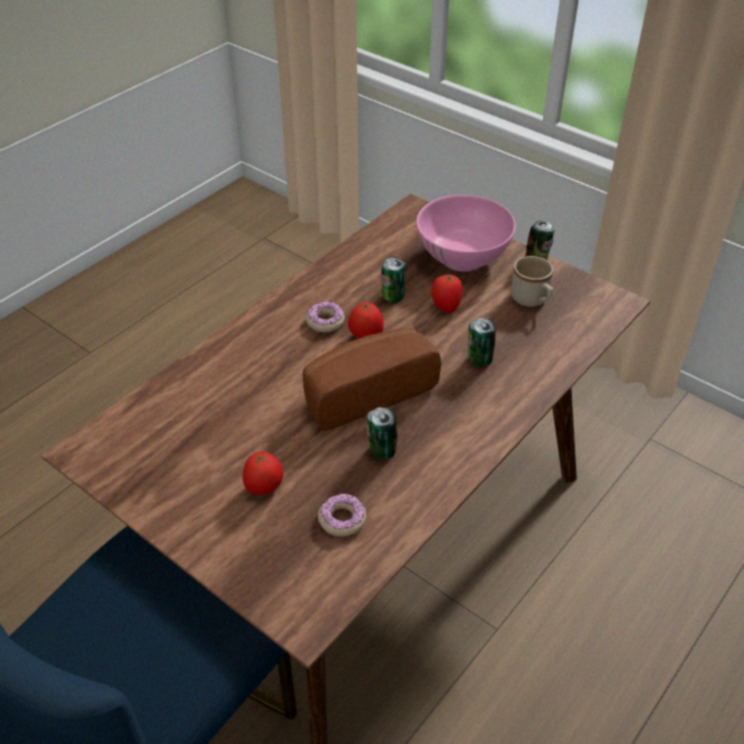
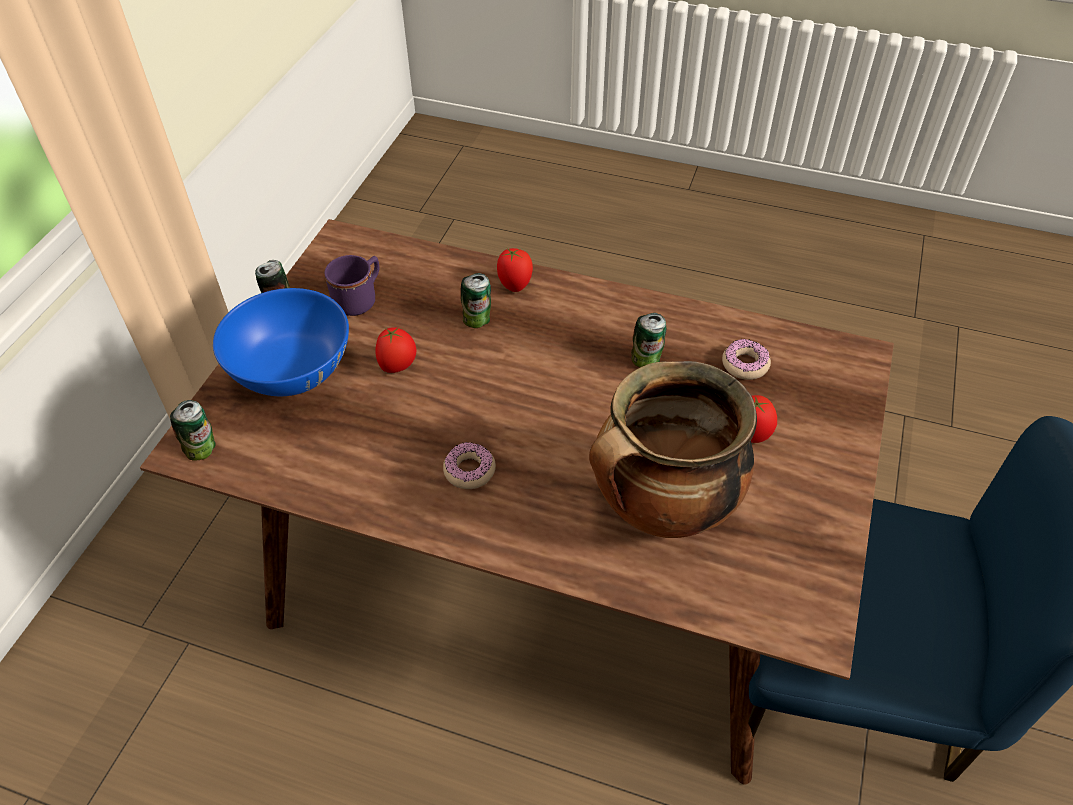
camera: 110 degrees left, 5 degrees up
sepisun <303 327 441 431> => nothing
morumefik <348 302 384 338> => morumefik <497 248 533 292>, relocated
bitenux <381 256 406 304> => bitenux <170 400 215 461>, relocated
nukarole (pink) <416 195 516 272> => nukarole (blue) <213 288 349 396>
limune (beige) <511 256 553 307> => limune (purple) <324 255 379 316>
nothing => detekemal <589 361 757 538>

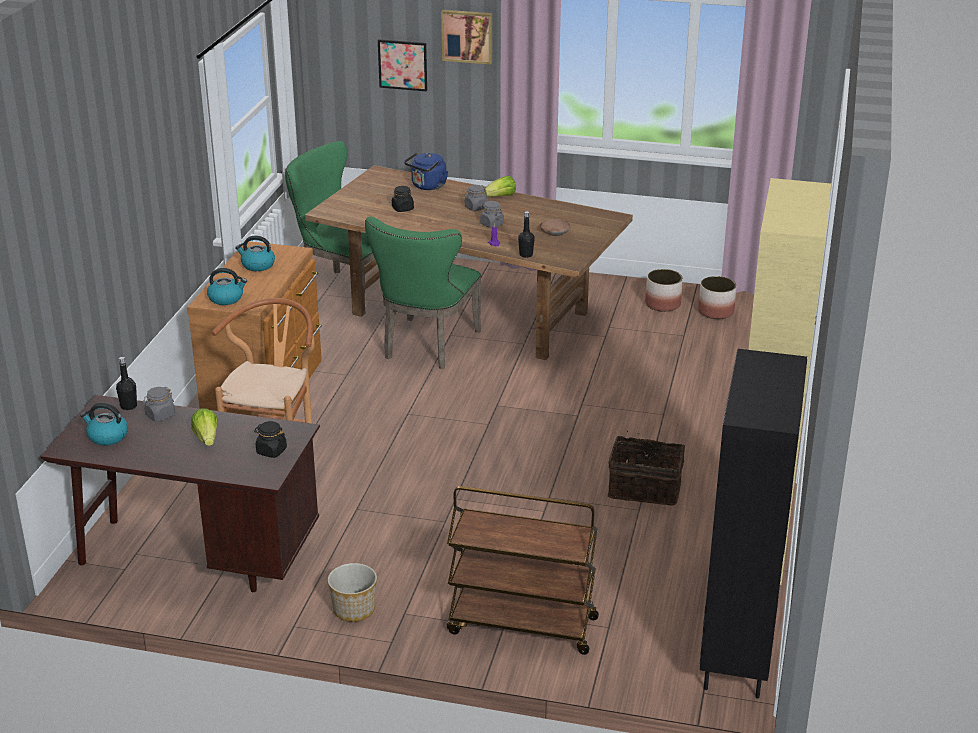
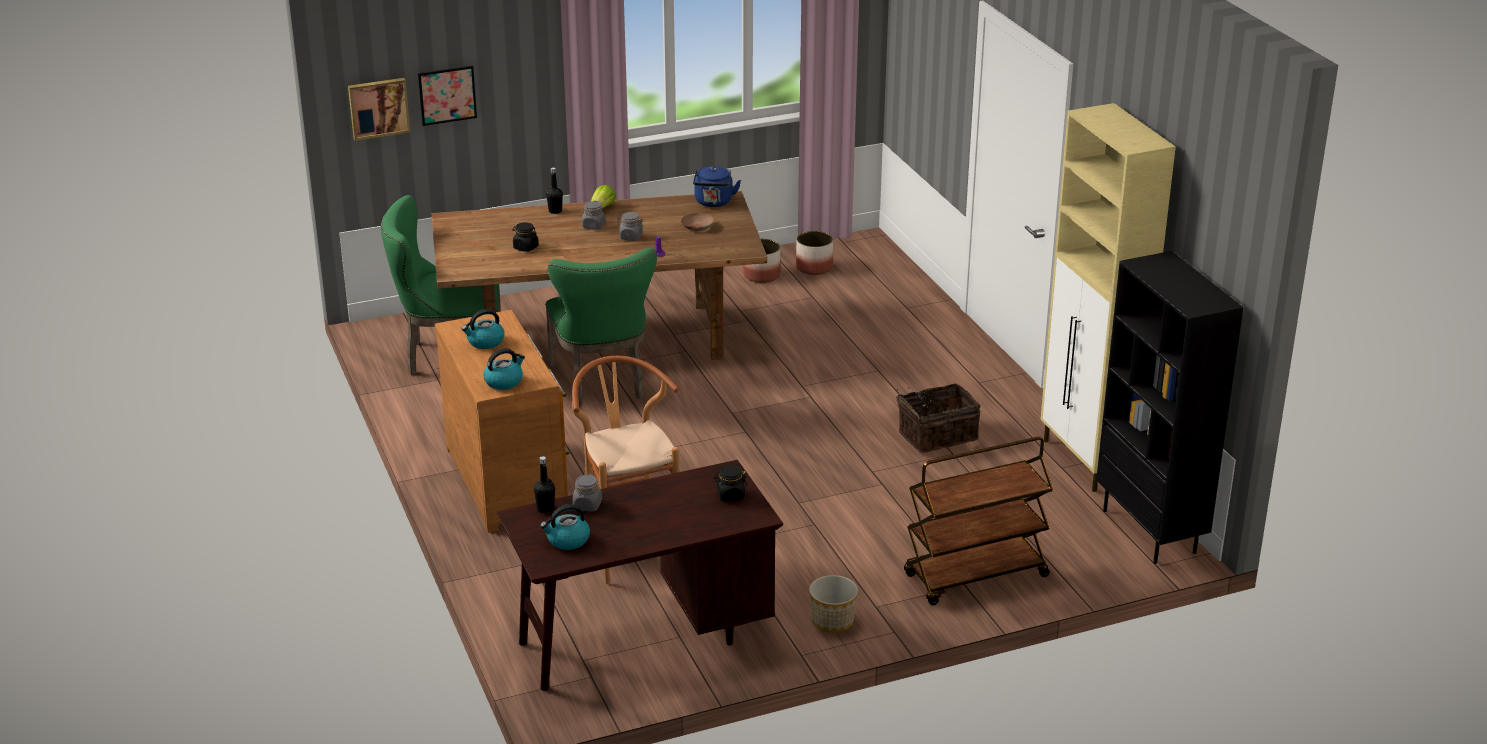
camera: 35 degrees left, 0 degrees up
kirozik <191 408 218 446> => nothing
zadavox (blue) <404 152 448 190> => zadavox (blue) <693 166 741 207>, relocated
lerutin <441 10 492 65> => lerutin <348 78 410 141>, relocated
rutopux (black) <518 211 535 258> => rutopux (black) <546 167 563 214>, relocated

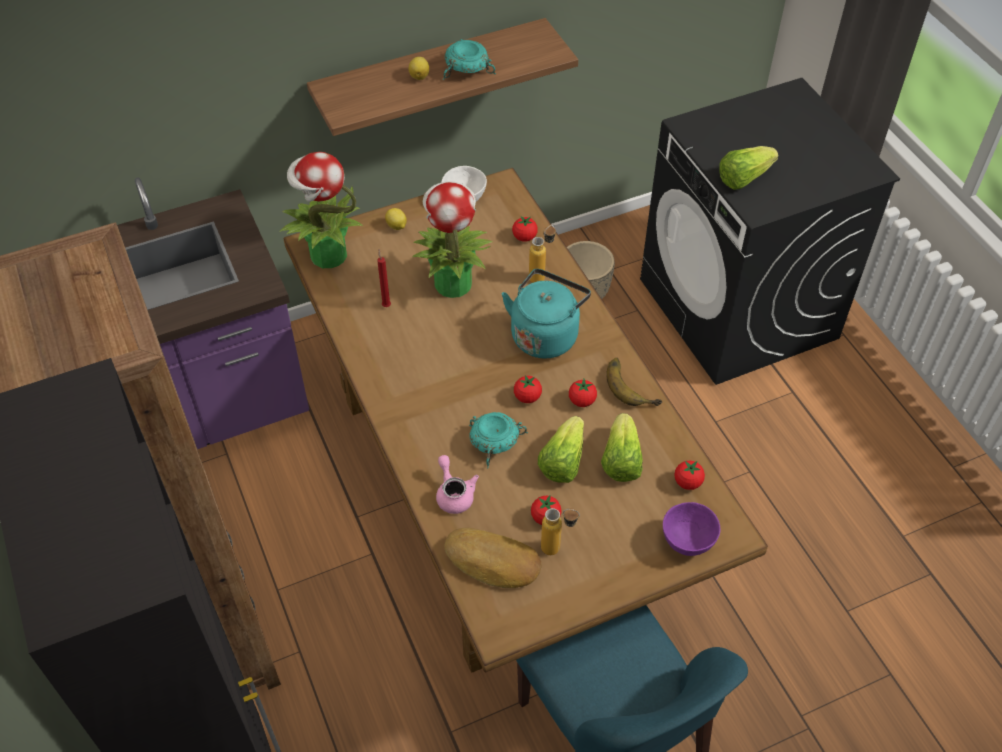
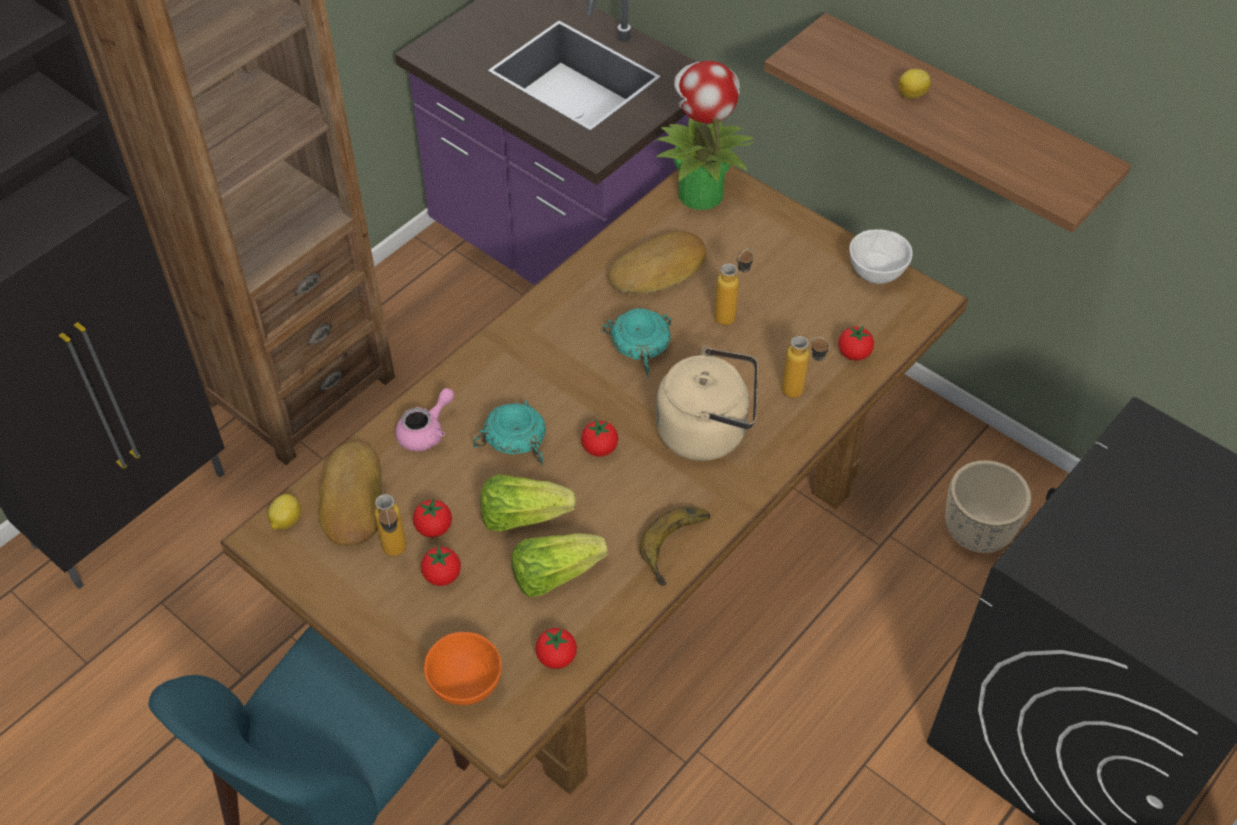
camera: 65 degrees right, 0 degrees up
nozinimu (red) <377 249 391 307> => sepisun <608 231 706 294>
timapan <385 208 407 230> => timapan <267 494 301 529>, relocated
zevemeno <412 181 493 298> => rutopux <714 248 753 325>
nukarole (turquoise) <443 39 496 80> => nukarole (turquoise) <602 308 672 377>, relocated
zadavox (turquoise) <502 269 591 359> => zadavox (beige) <656 346 758 461>
morumefik <569 379 597 407> => morumefik <421 546 461 586>, relocated
nukarole (purple) <663 502 720 556> => nukarole (orange) <424 632 501 705>
kirozik <719 146 778 190> => nothing

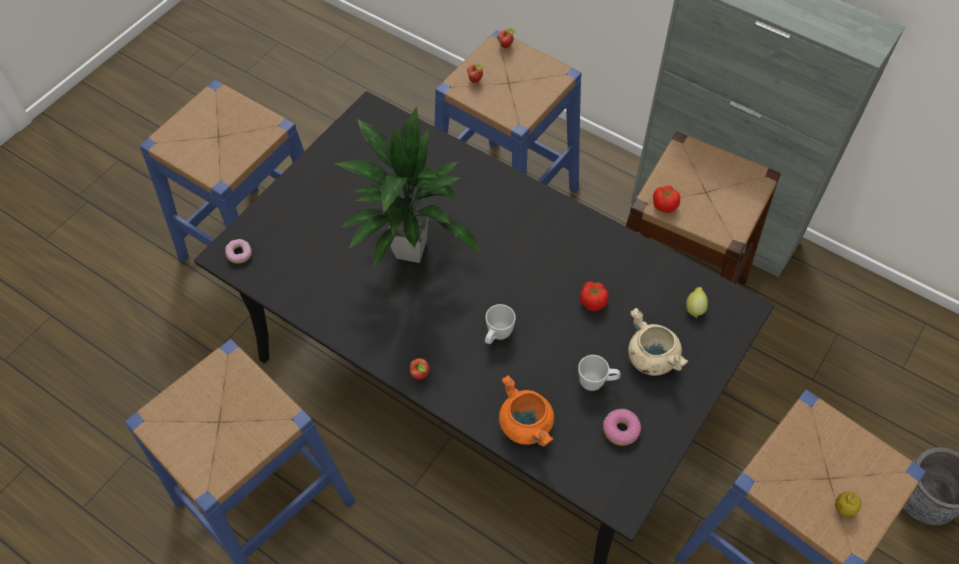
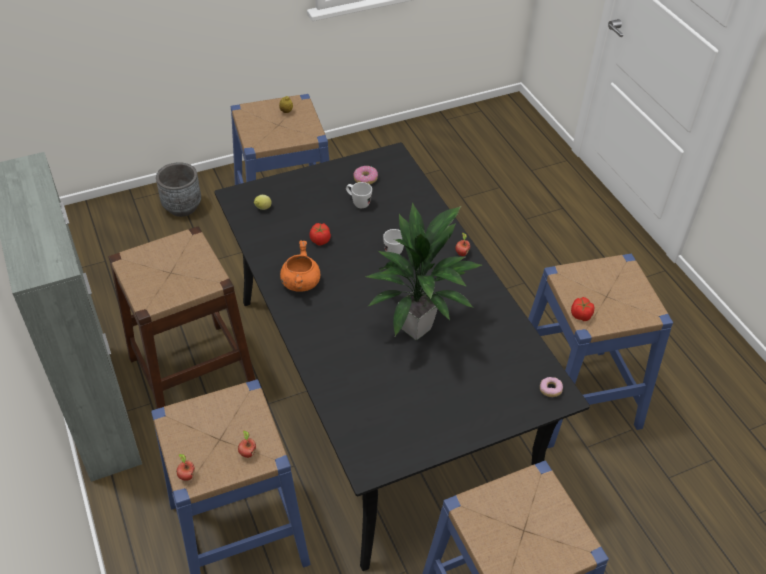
camera: 150 degrees left, 10 degrees down
detekemal (orange) <499 375 554 446> => detekemal (orange) <280 241 320 292>, relocated
detekemal (beige) <628 308 688 376> => nothing
morumefik <653 186 680 213> => morumefik <571 297 594 321>, relocated

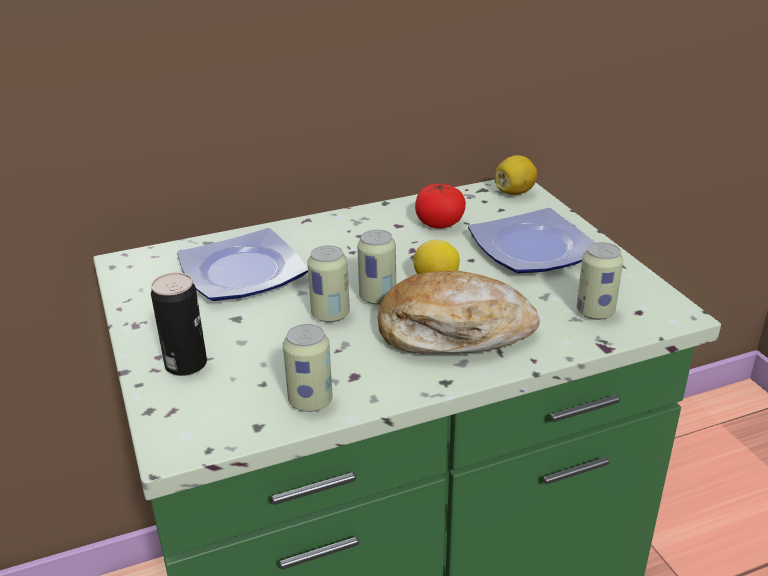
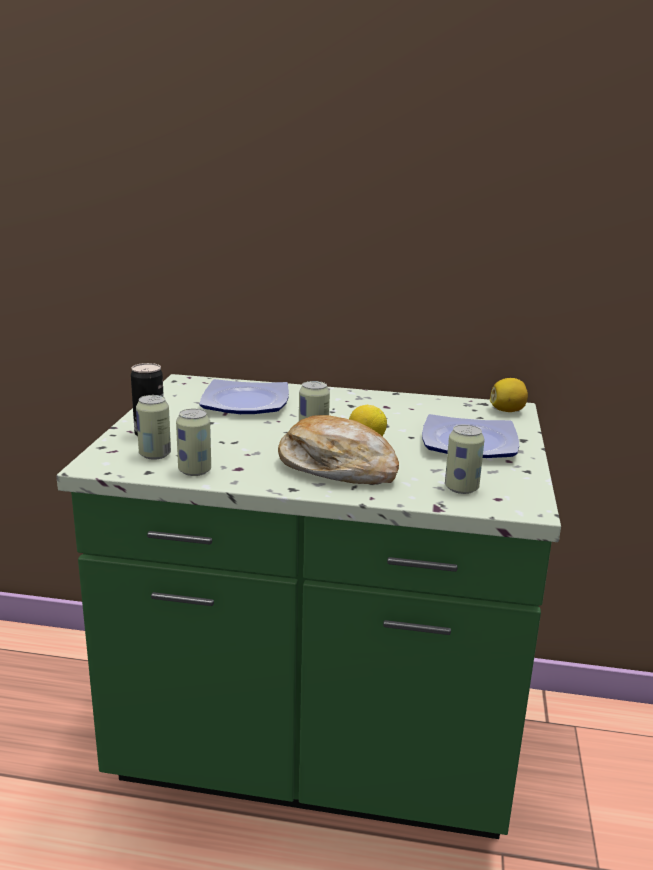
camera: 30 degrees right, 10 degrees down
bitenux <307 245 350 322> => bitenux <136 395 171 460>, relocated
morumefik <415 183 466 228> => nothing

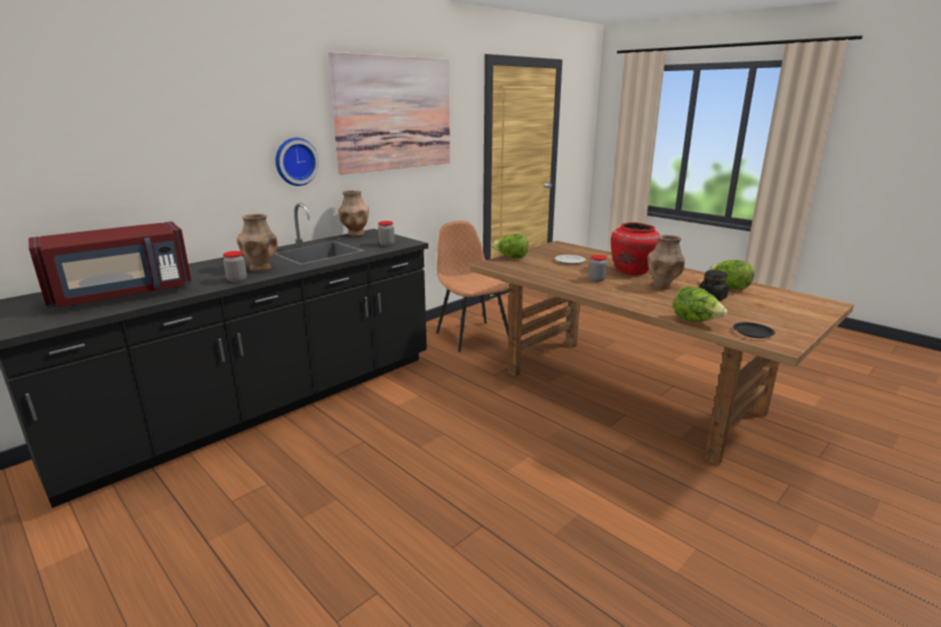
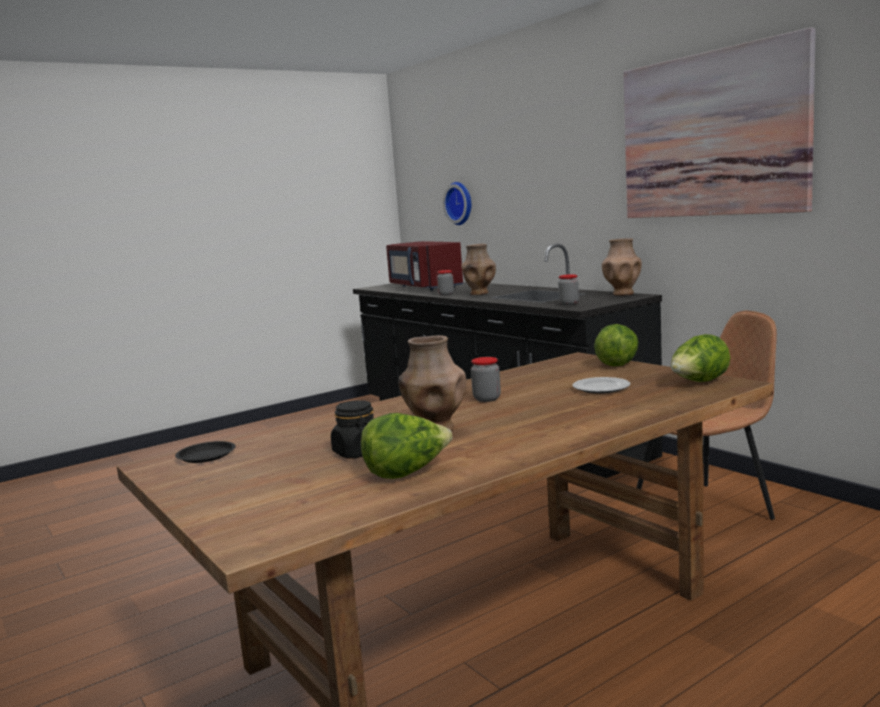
camera: 100 degrees right, 10 degrees down
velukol <275 138 319 186> => velukol <443 182 471 225>, relocated
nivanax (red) <611 222 660 275> => nothing
kirozik <673 286 727 322> => kirozik <671 334 730 382>, relocated

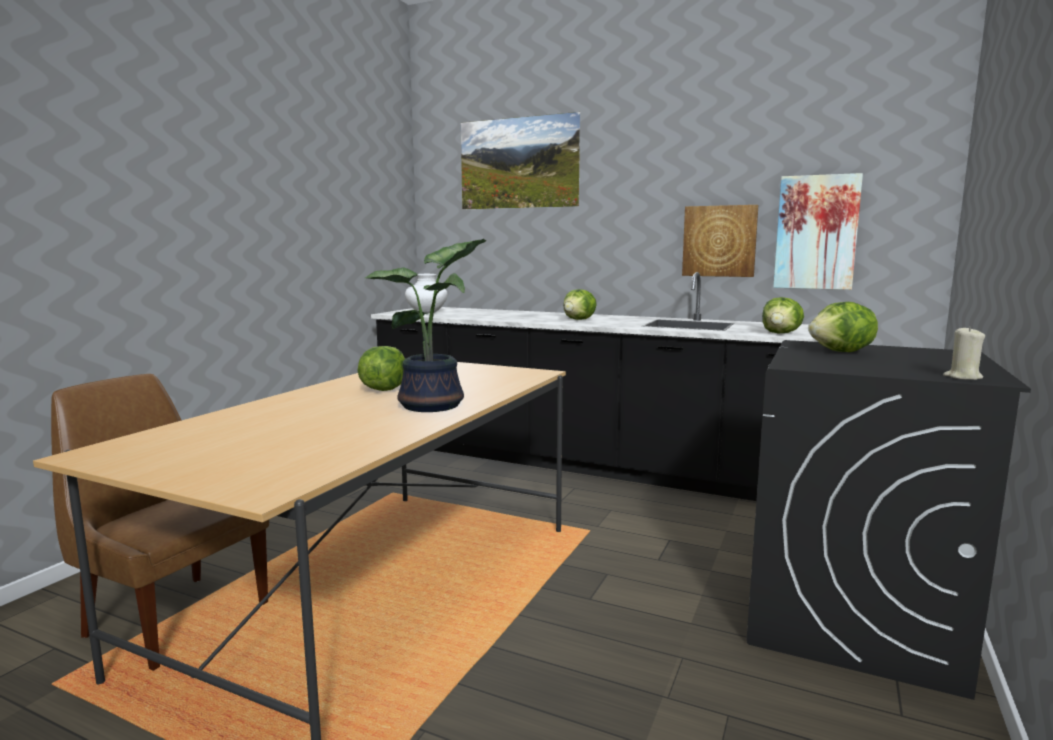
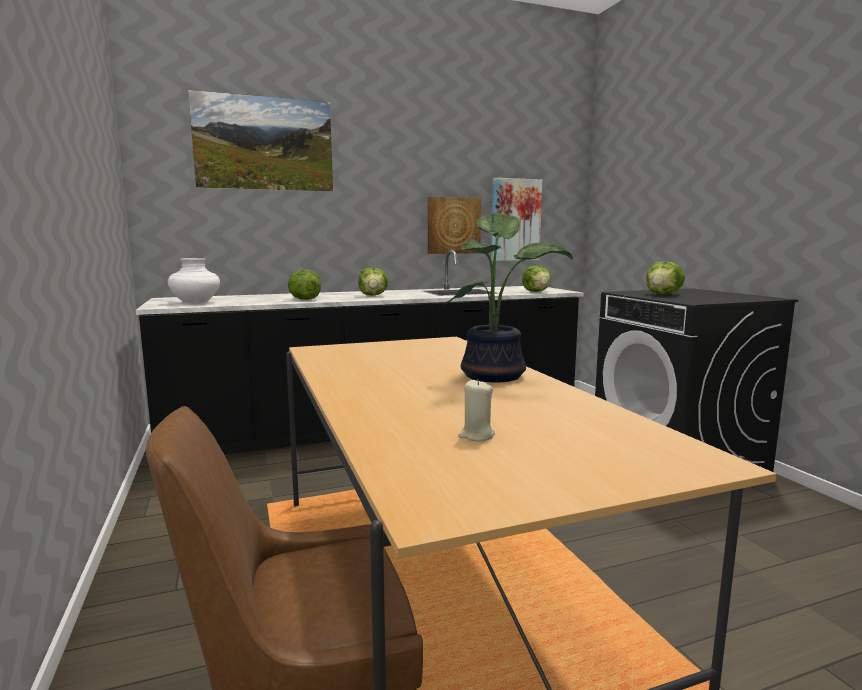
camera: 45 degrees left, 0 degrees up
kirozik <357 346 405 391> => kirozik <288 269 321 300>, relocated
nozinimu (beige) <943 326 985 380> => nozinimu (beige) <458 379 495 441>, relocated

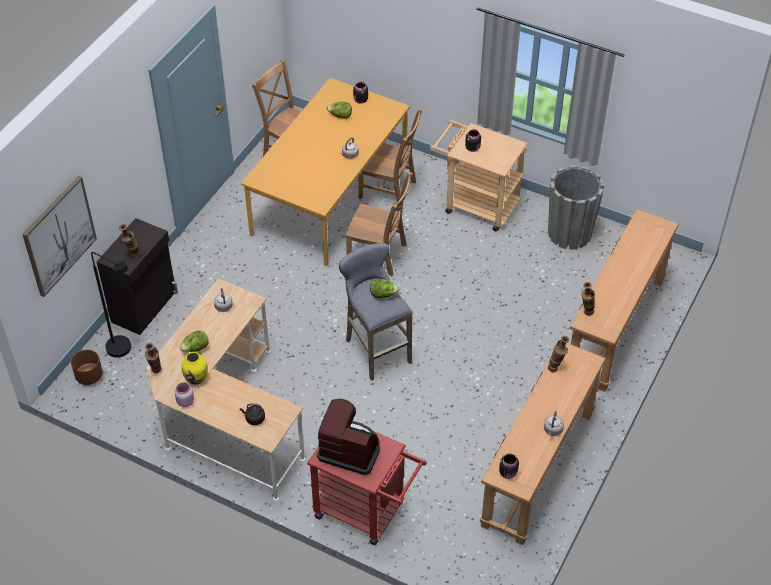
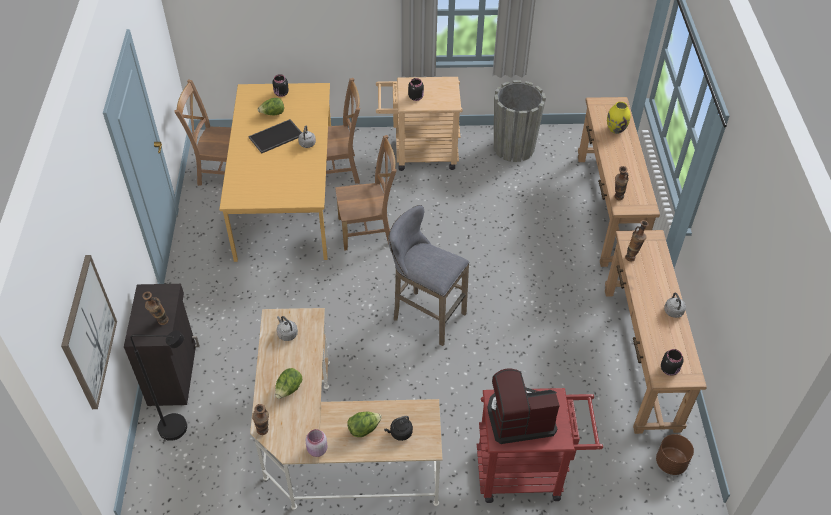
camera: 30 degrees left, 0 degrees up
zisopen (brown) <71 350 103 385> => zisopen (brown) <656 434 694 475>, relocated
nivanax (yellow) <182 352 208 385> => nivanax (yellow) <607 102 631 134>, relocated
kirozik <370 279 399 299> => kirozik <347 412 382 437>, relocated
nothing => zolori <248 119 302 153>

